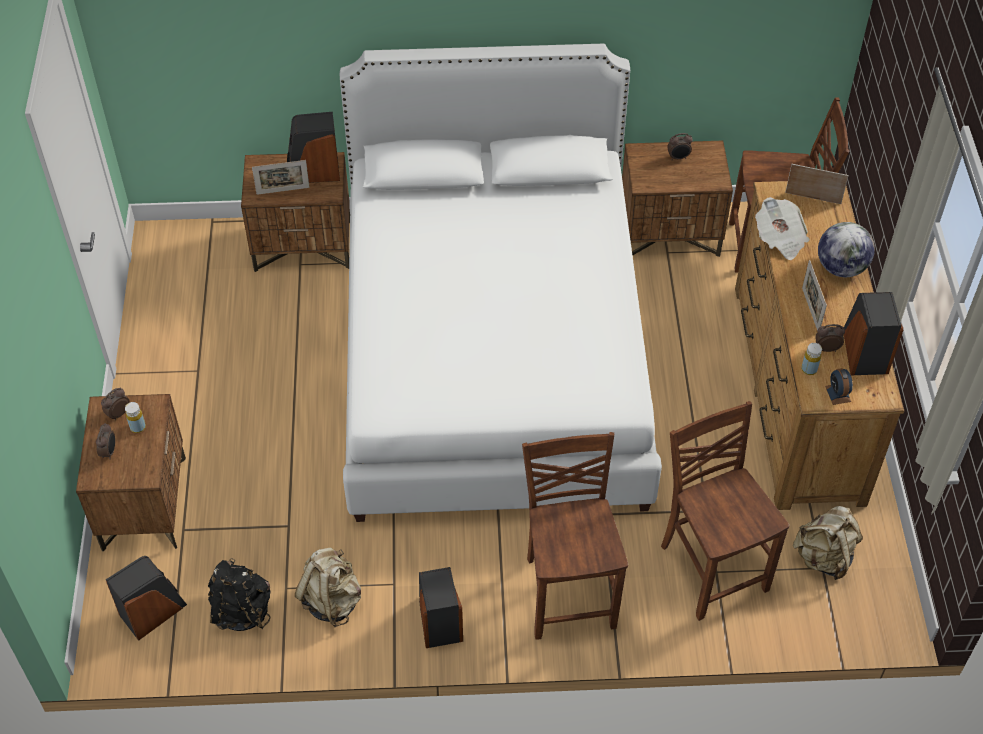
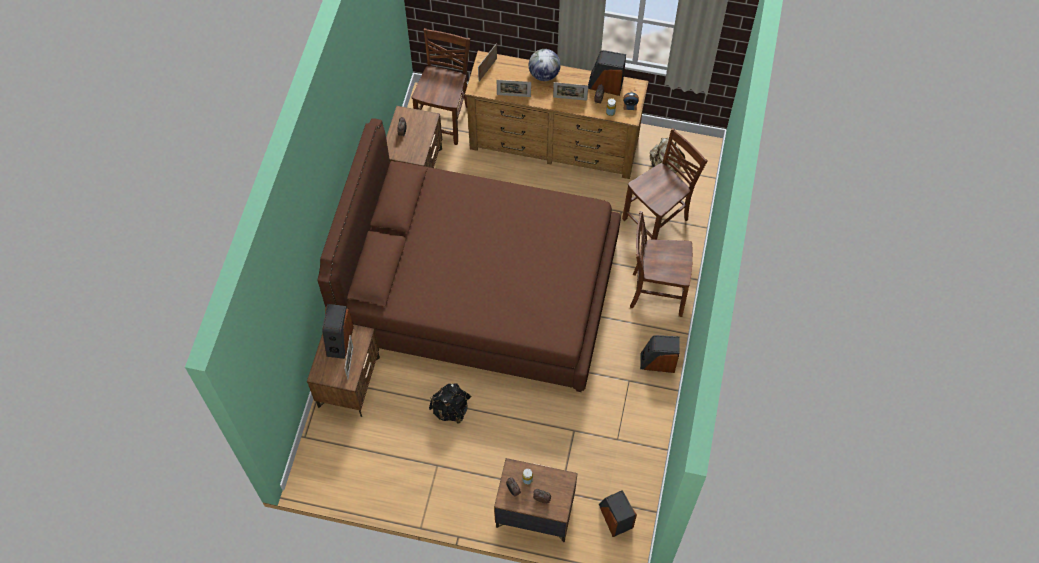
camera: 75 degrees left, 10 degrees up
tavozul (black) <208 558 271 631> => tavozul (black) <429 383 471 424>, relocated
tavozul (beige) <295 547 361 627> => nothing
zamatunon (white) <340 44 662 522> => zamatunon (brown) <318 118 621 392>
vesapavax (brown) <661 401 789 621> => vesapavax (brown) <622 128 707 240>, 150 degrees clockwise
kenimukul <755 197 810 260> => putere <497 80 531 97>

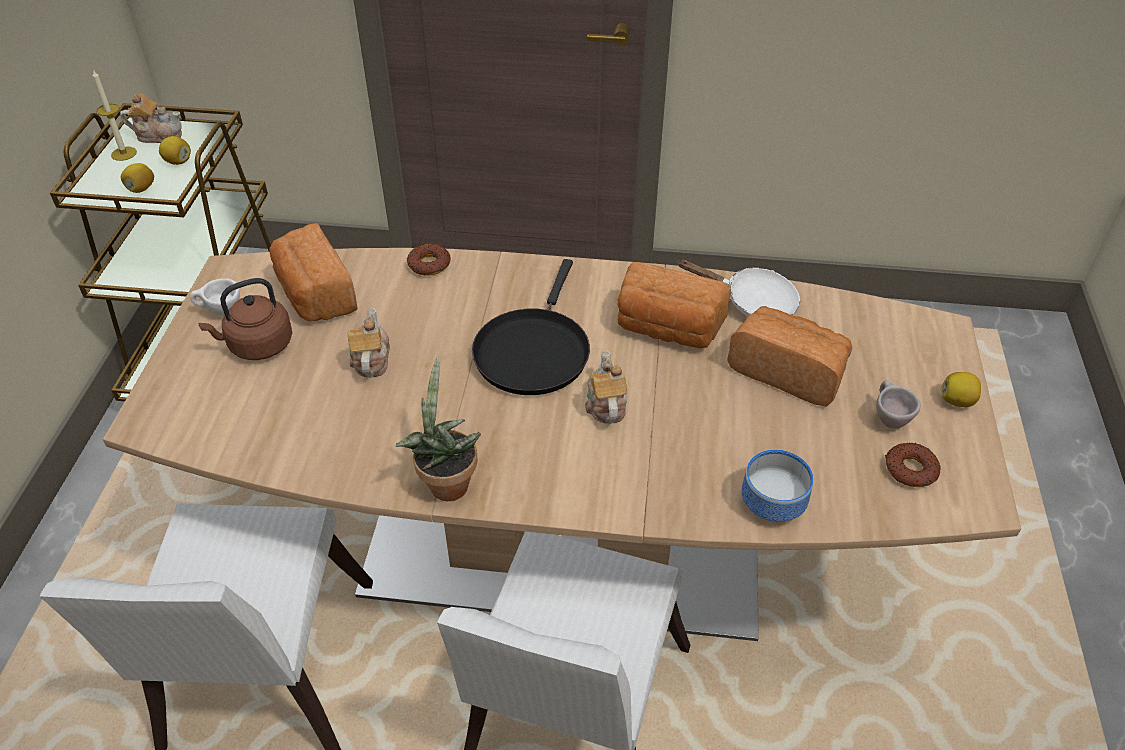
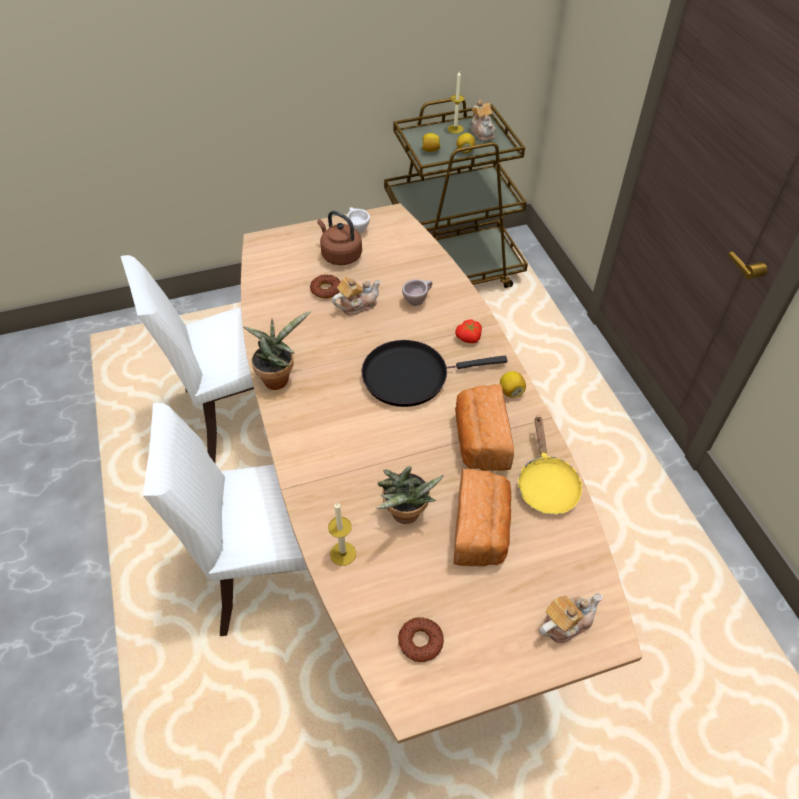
camera: 65 degrees right, 5 degrees up
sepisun <269 223 358 322> => nothing
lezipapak <407 243 451 276> => lezipapak <310 274 341 299>, relocated
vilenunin <585 350 627 424> => vilenunin <539 593 603 643>, relocated
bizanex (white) <678 260 800 316> => bizanex (yellow) <517 415 583 515>
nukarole <742 449 814 522> => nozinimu <328 502 356 566>
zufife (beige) <876 380 921 428> => zufife (beige) <402 279 432 306>, relocated
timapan <941 372 981 407> => timapan <500 371 526 398>, relocated
nothing => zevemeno <377 466 444 524>
nothing => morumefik <455 320 482 343>

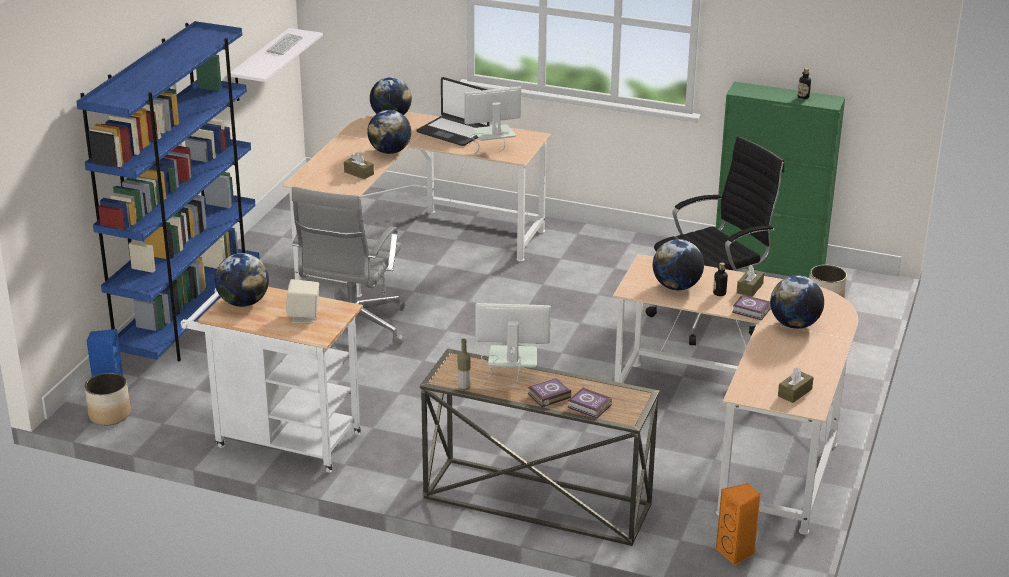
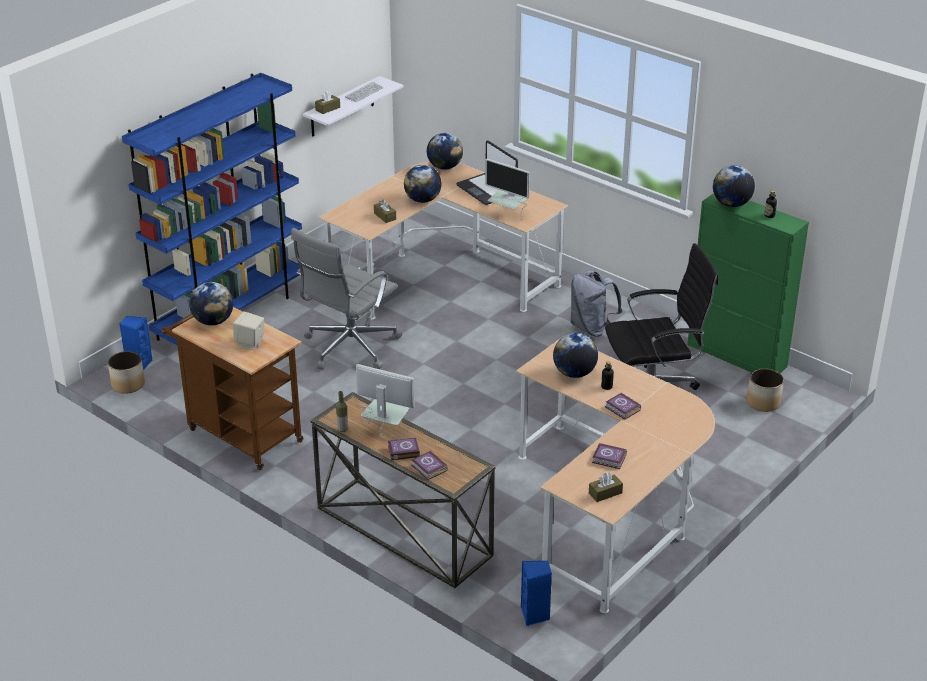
camera: 20 degrees right, 5 degrees up
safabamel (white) <181 287 363 473> => safabamel (brown) <162 307 303 470>
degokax <464 87 521 155> => degokax <485 159 530 218>, 150 degrees counterclockwise
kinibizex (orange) <716 483 761 566> => kinibizex (blue) <521 560 552 626>
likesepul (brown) <737 265 764 297> => likesepul (brown) <315 91 340 114>, relocated
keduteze <770 275 824 329> => keduteze <713 165 755 207>, relocated
nothing => tavozul (grey) <571 270 622 337>
nothing => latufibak <592 443 627 469>

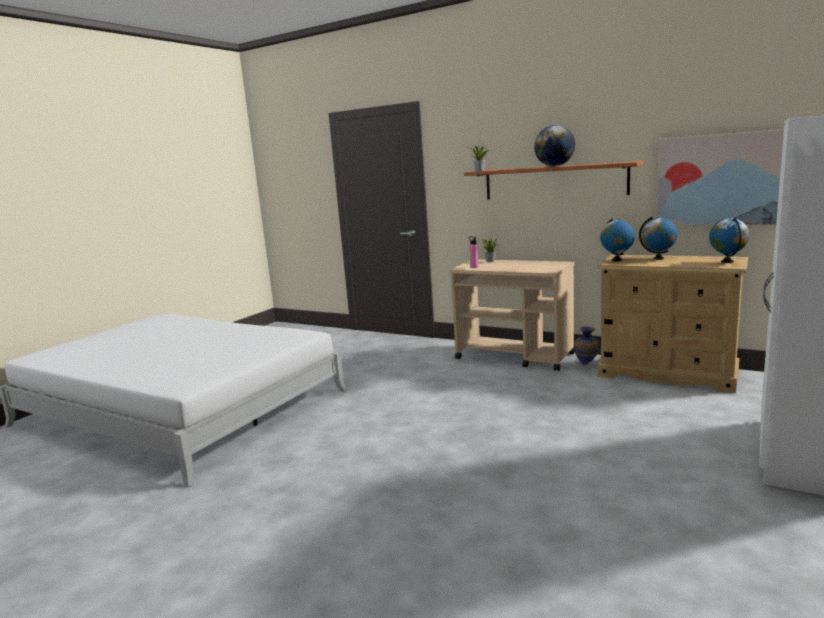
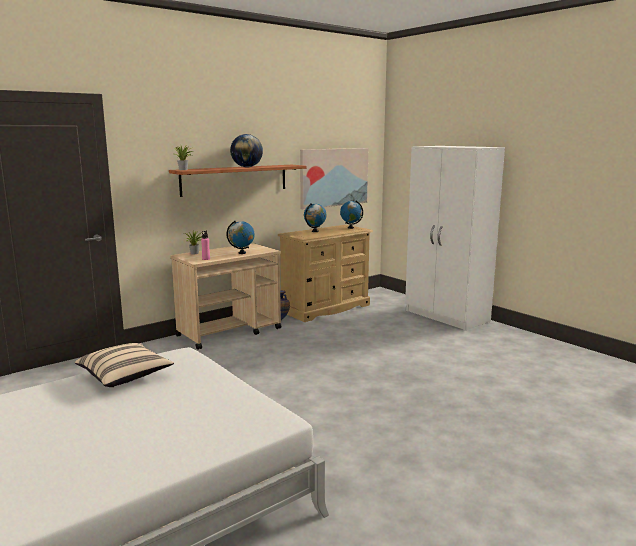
camera: 70 degrees left, 0 degrees up
keduteze <600 218 635 261> => keduteze <226 221 255 254>, relocated
nothing => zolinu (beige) <75 343 174 387>

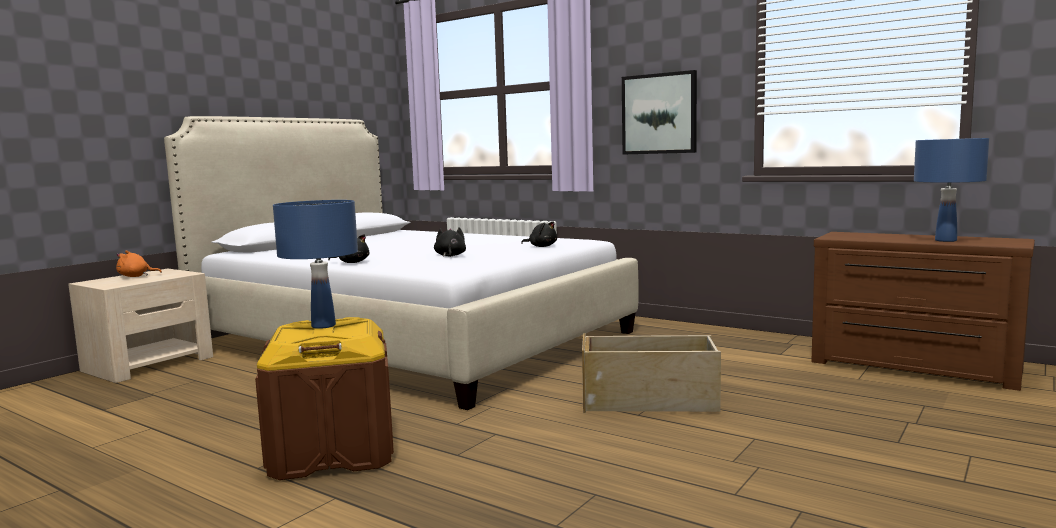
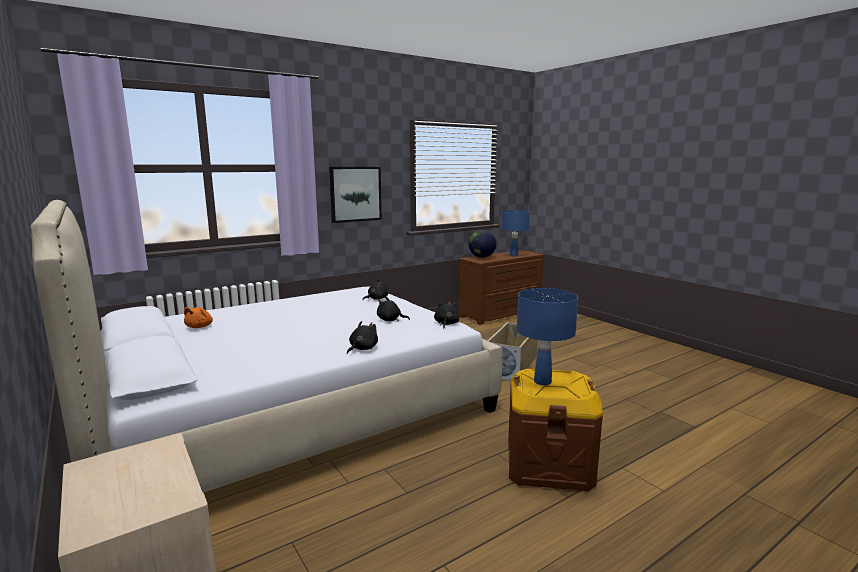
camera: 70 degrees left, 5 degrees up
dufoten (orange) <116 251 162 277> => dufoten (orange) <184 307 213 328>, relocated
nothing => dufoten (black) <434 301 459 328>
nothing => keduteze <468 230 497 258>

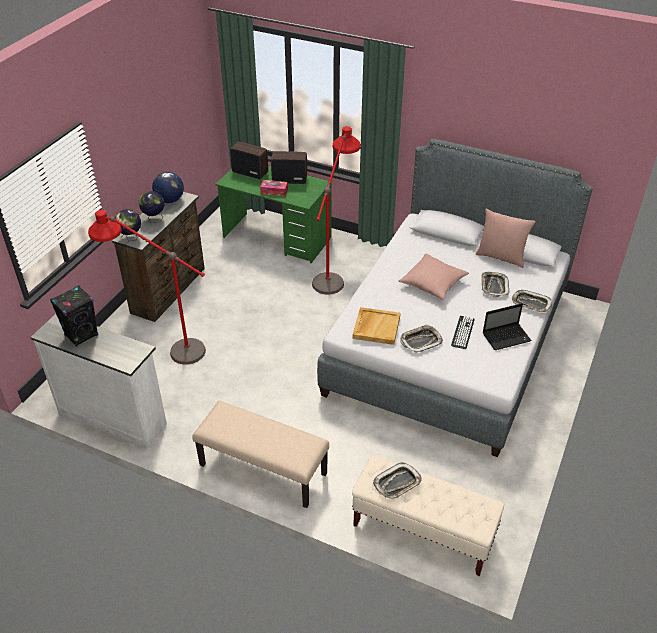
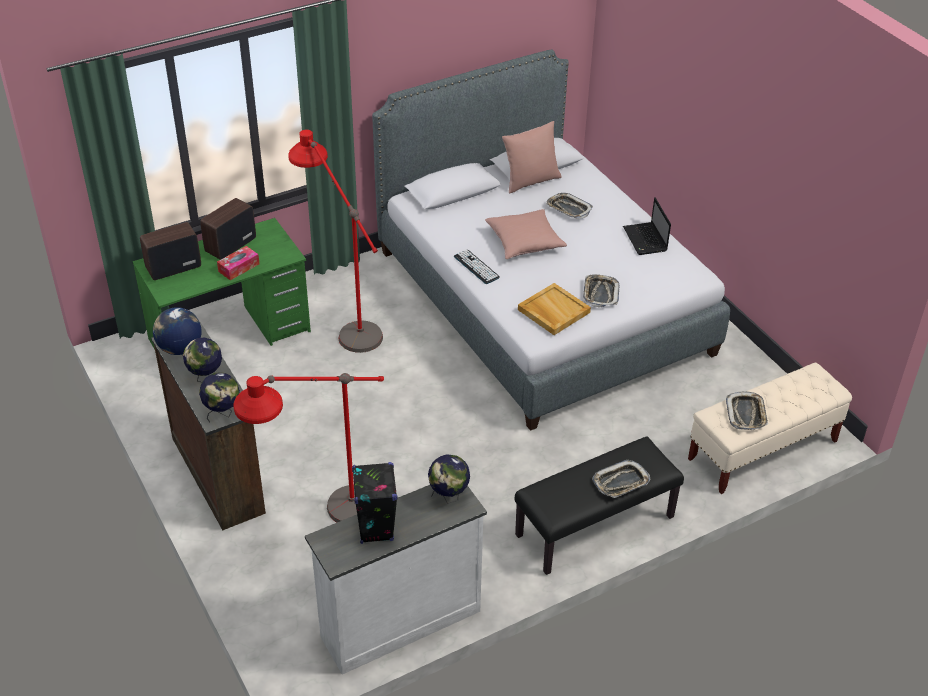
camera: 55 degrees left, 0 degrees up
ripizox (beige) <192 401 329 508> => ripizox (black) <515 437 684 575>
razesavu <451 316 475 349> => razesavu <454 250 500 284>, relocated
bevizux <483 303 532 350> => bevizux <623 197 671 255>, 150 degrees clockwise
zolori <512 290 552 312> => zolori <592 460 650 498>, relocated
nothing => keduteze <428 454 470 504>

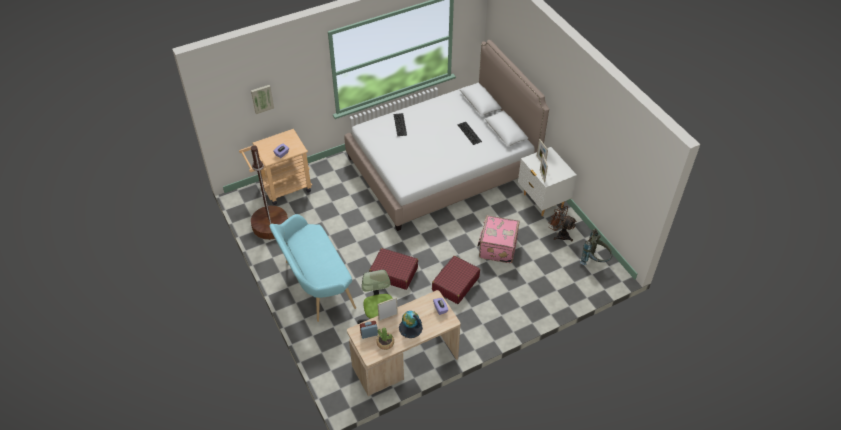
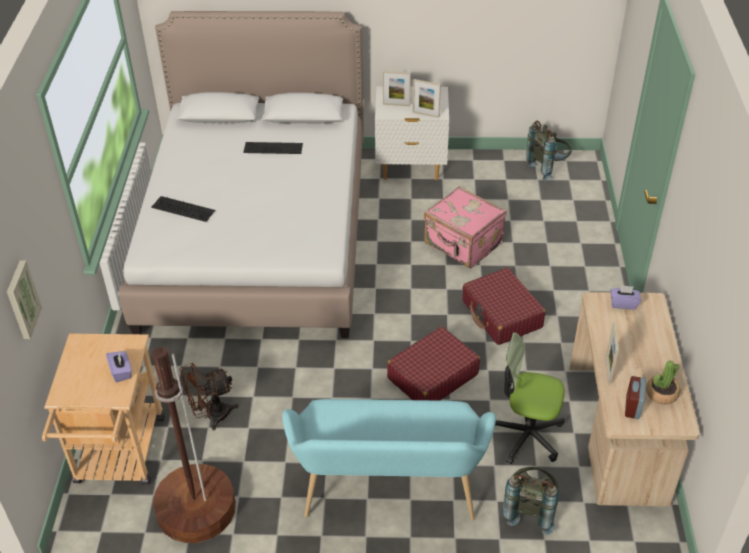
camera: 60 degrees left, 5 degrees down
keduteze <399 311 423 338> => nothing
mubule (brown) <549 204 577 241> => mubule (brown) <180 363 238 430>, relocated
nothing => tavozul (grey) <502 466 559 535>

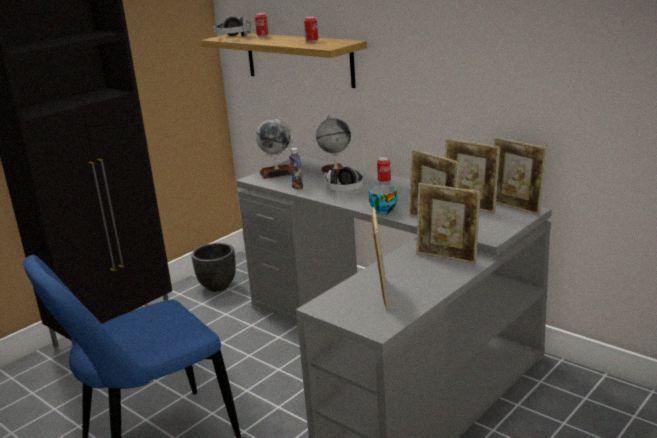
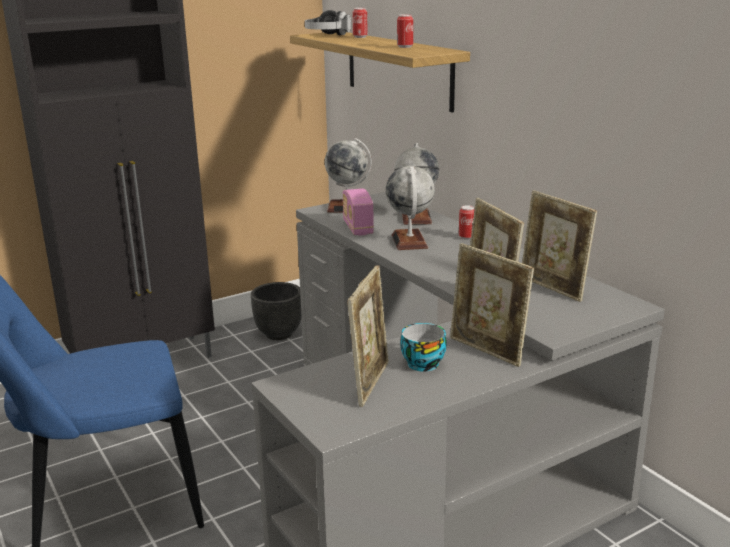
camera: 15 degrees right, 0 degrees up
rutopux <289 148 303 189> => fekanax <343 188 374 235>
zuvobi <324 166 364 191> => keduteze <386 166 435 250>
zufife <369 185 398 214> => zufife <400 323 447 372>, relocated
putere <494 137 547 215> => nothing

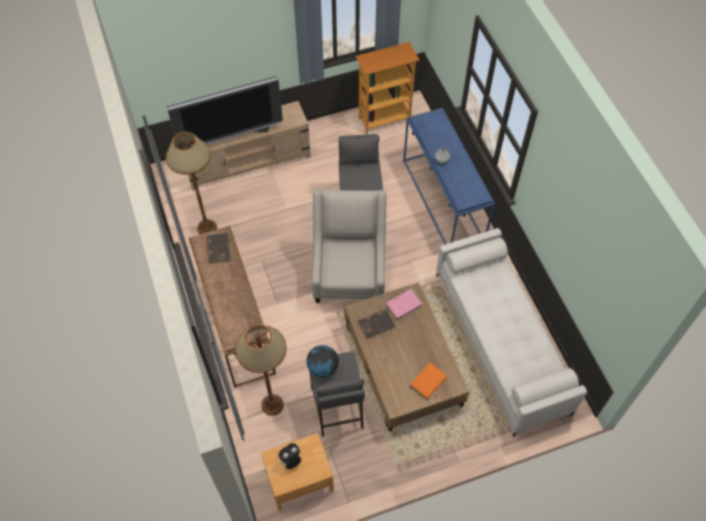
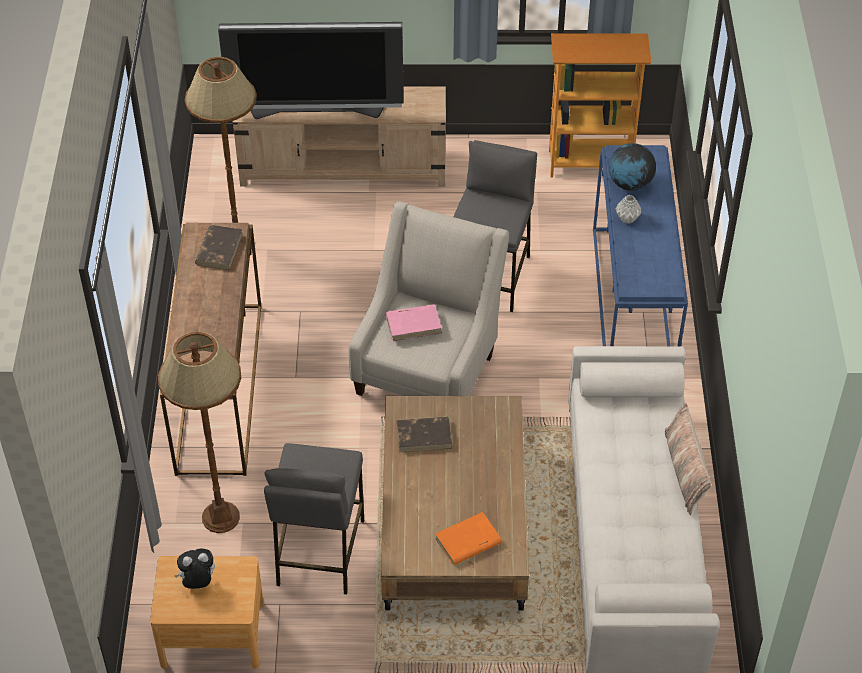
camera: 20 degrees right, 10 degrees down
keduteze <306 345 339 378> => keduteze <609 143 656 191>, relocated
latufibak (pink) <385 289 422 320> => latufibak (pink) <386 304 442 341>, relocated
nothing => zolinu <665 403 711 515>

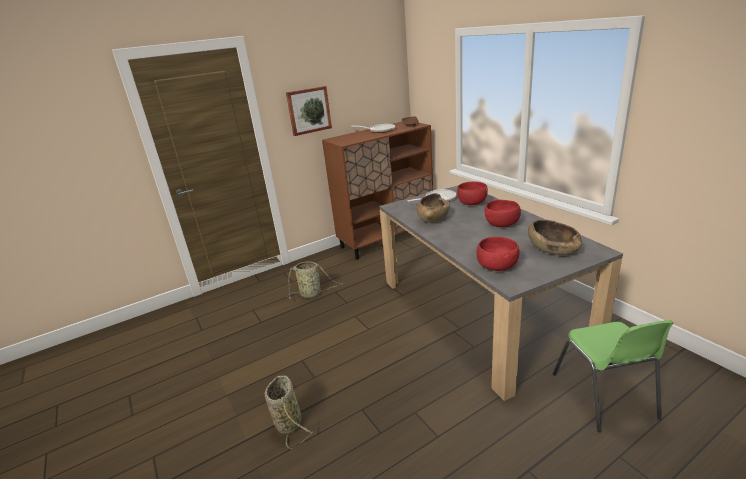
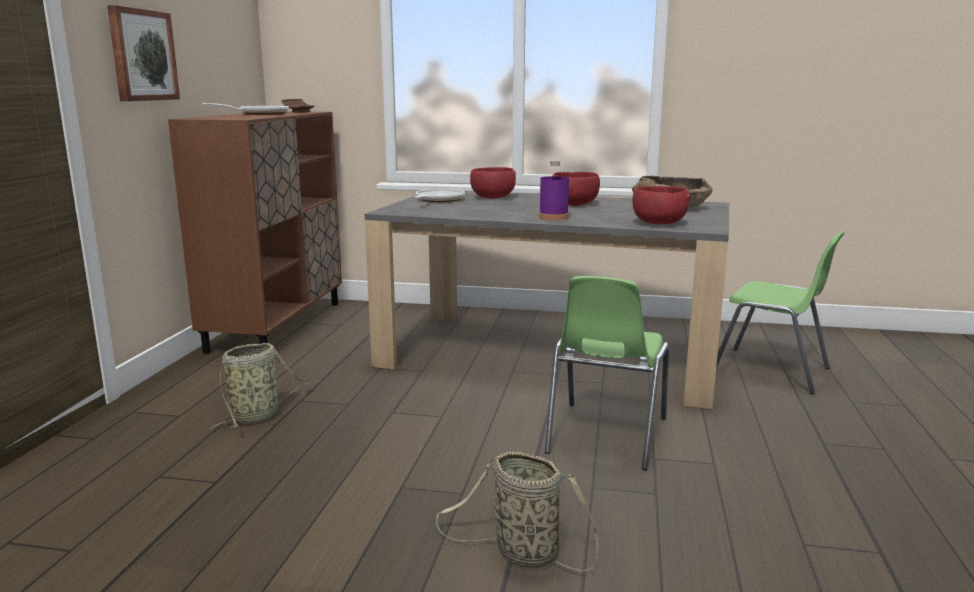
camera: 50 degrees left, 10 degrees down
nukarole (brown) <417 193 450 223> => nothing
nothing => rutopux (purple) <539 160 569 220>
nothing => vesapavax (green) <545 276 669 470>

